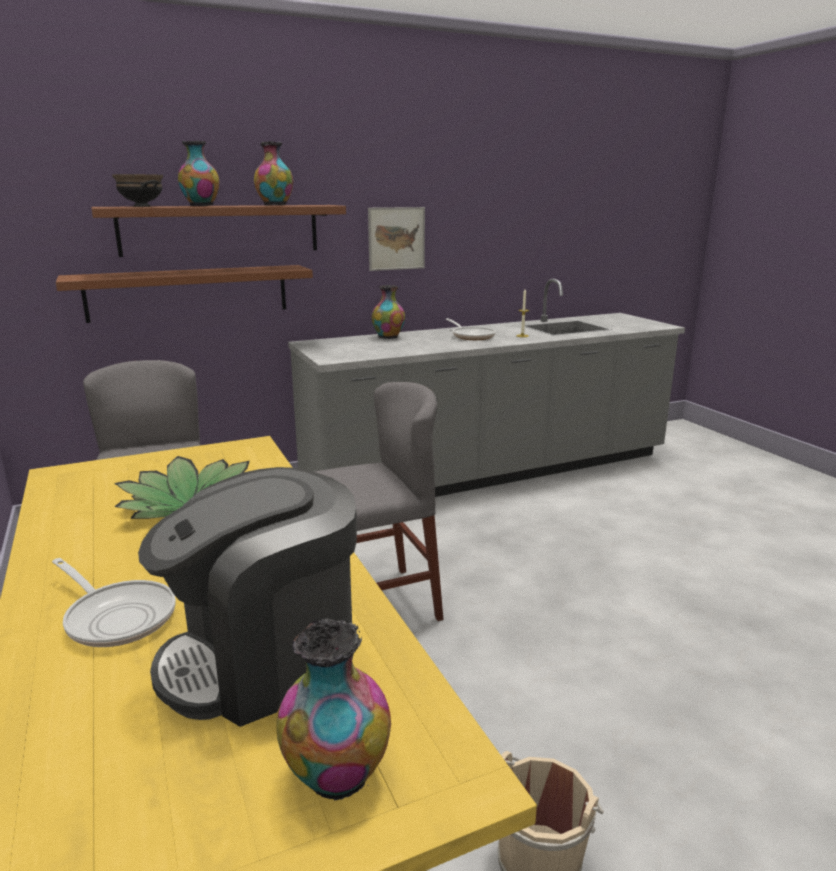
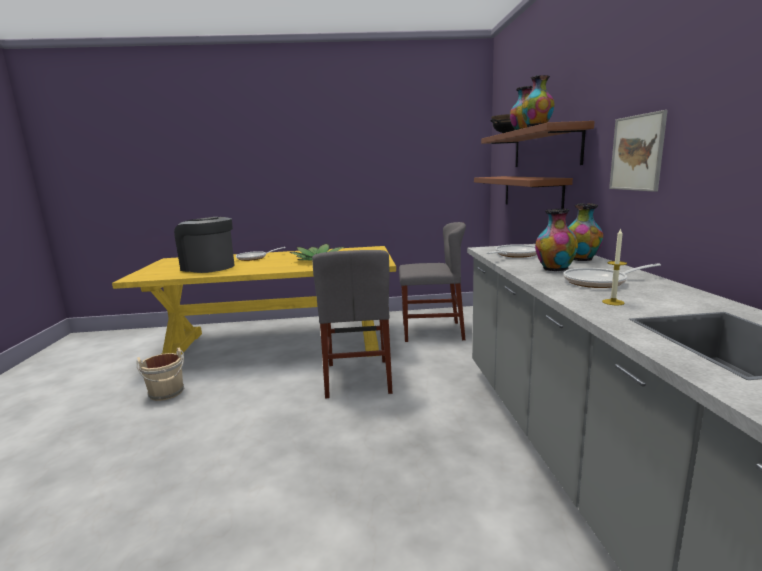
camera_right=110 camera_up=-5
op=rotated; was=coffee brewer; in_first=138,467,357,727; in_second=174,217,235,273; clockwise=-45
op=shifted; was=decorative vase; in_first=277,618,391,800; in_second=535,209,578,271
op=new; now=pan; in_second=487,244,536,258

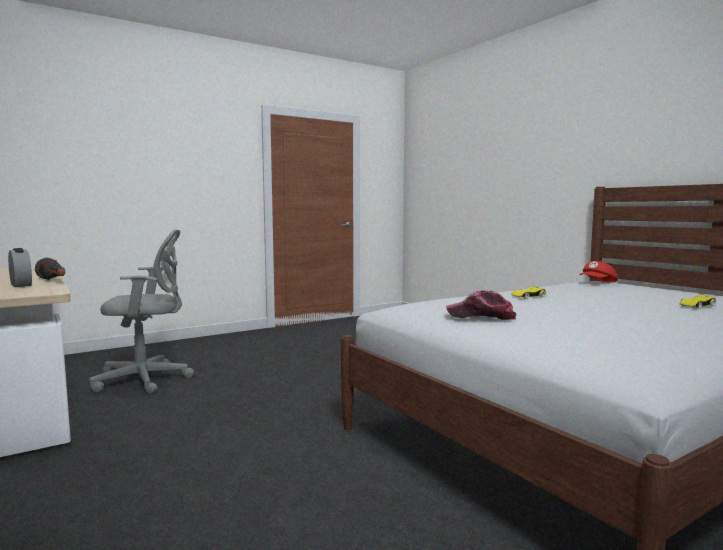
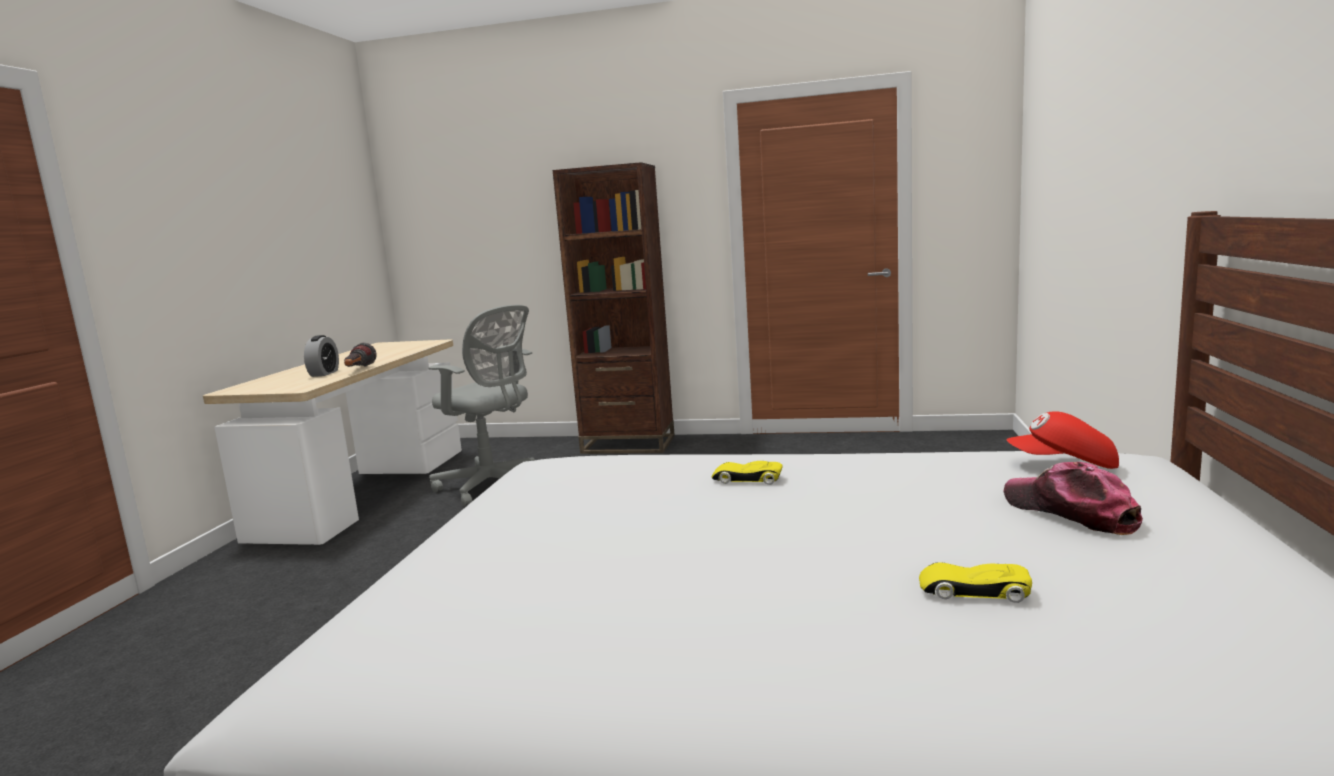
camera_right=45 camera_up=5
op=shifted; was=baseball cap; in_first=446,290,516,320; in_second=1004,462,1143,535
op=new; now=brownish bookcase; in_second=553,162,675,454

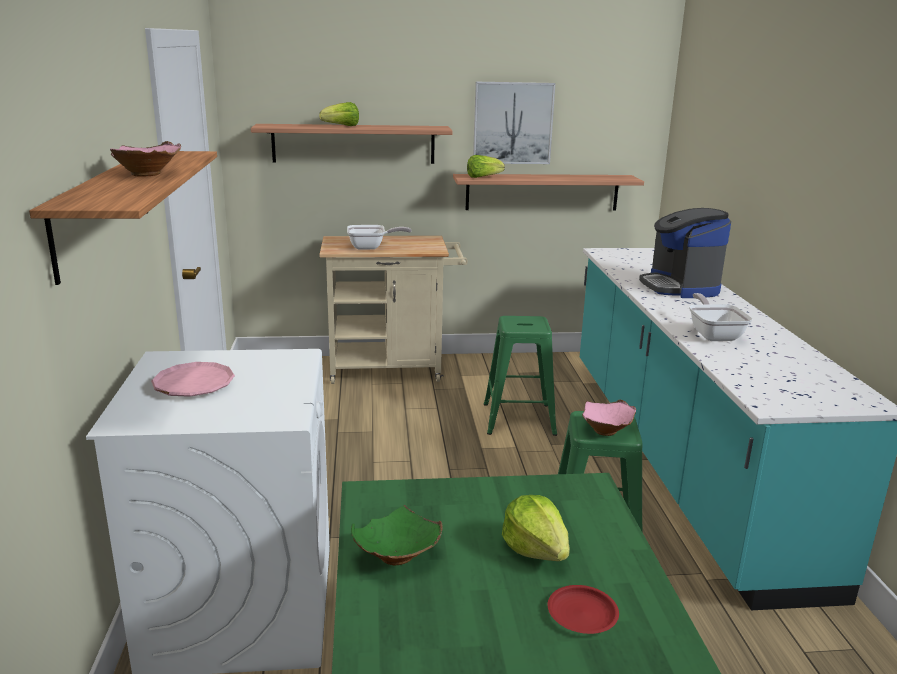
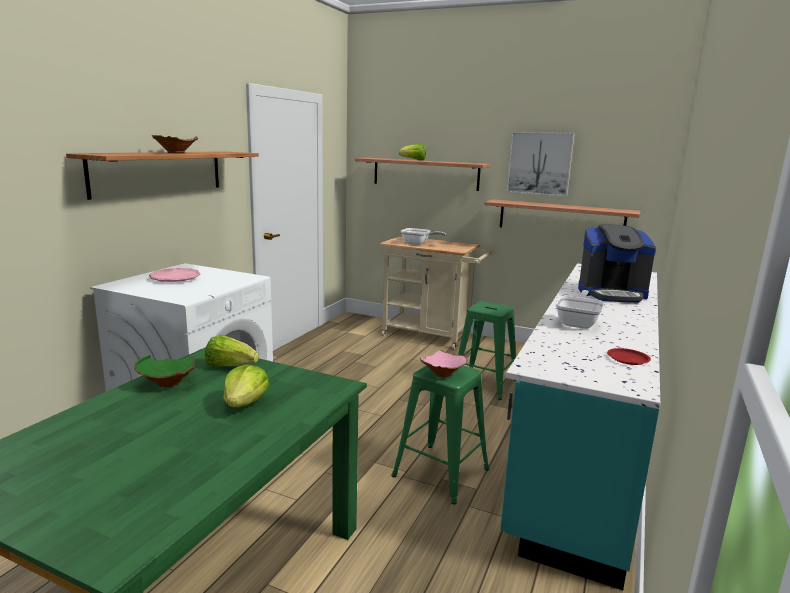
camera_right=30 camera_up=-5
op=shifted; was=lettuce head; in_first=467,155,505,178; in_second=205,335,259,367
op=rotated; was=coffee brewer; in_first=639,208,731,298; in_second=578,224,656,303; clockwise=-105
op=shifted; was=red flat dish; in_first=548,585,619,634; in_second=607,348,651,365

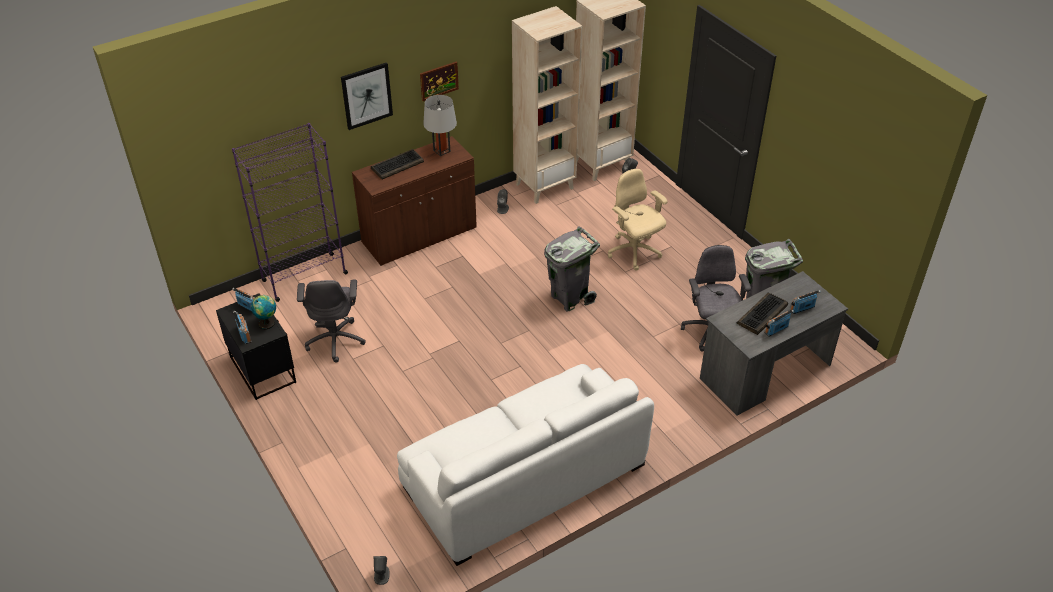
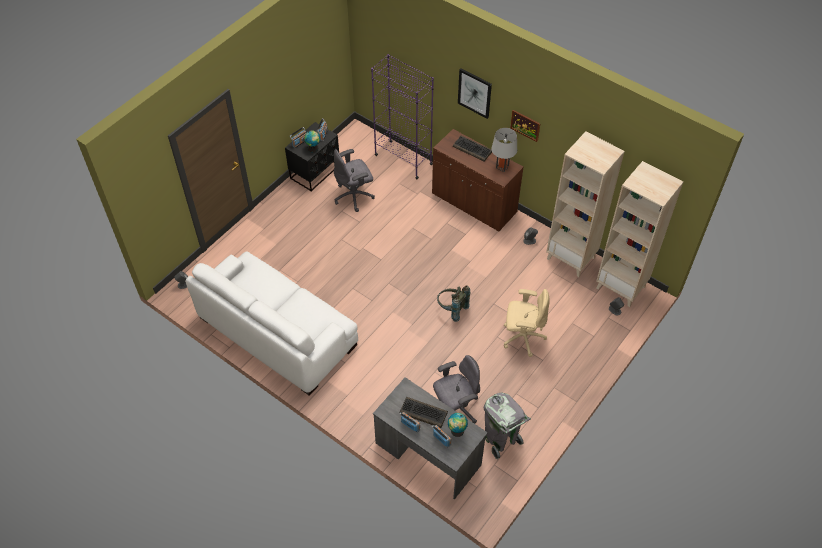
camera_right=70 camera_up=10
op=rotated; was=sand-coloured computer chair; in_first=608,169,668,271; in_second=504,289,549,357; clockwise=60
op=swapped; was=greyish waste bin; now=greyish knapsack; in_first=544,226,600,312; in_second=437,285,470,322
op=new; now=globe; in_second=448,413,468,437

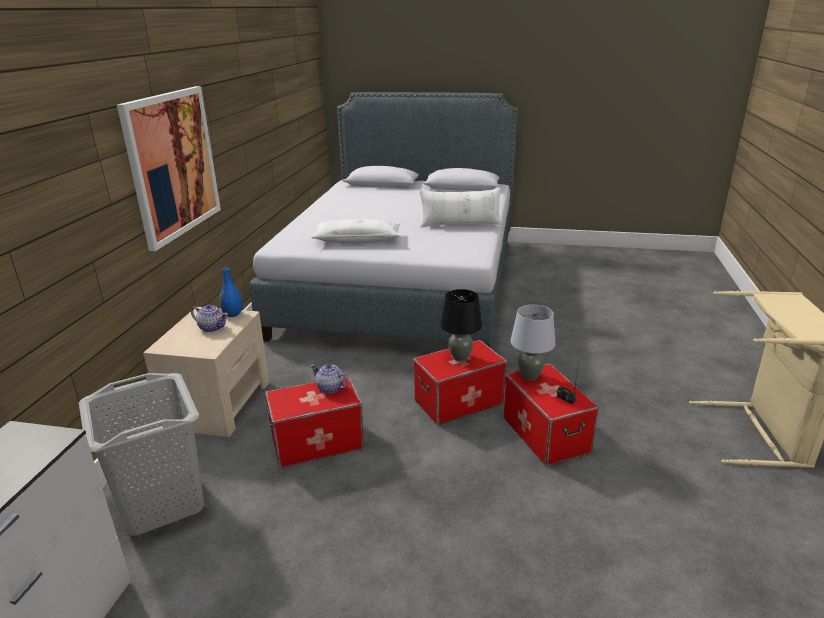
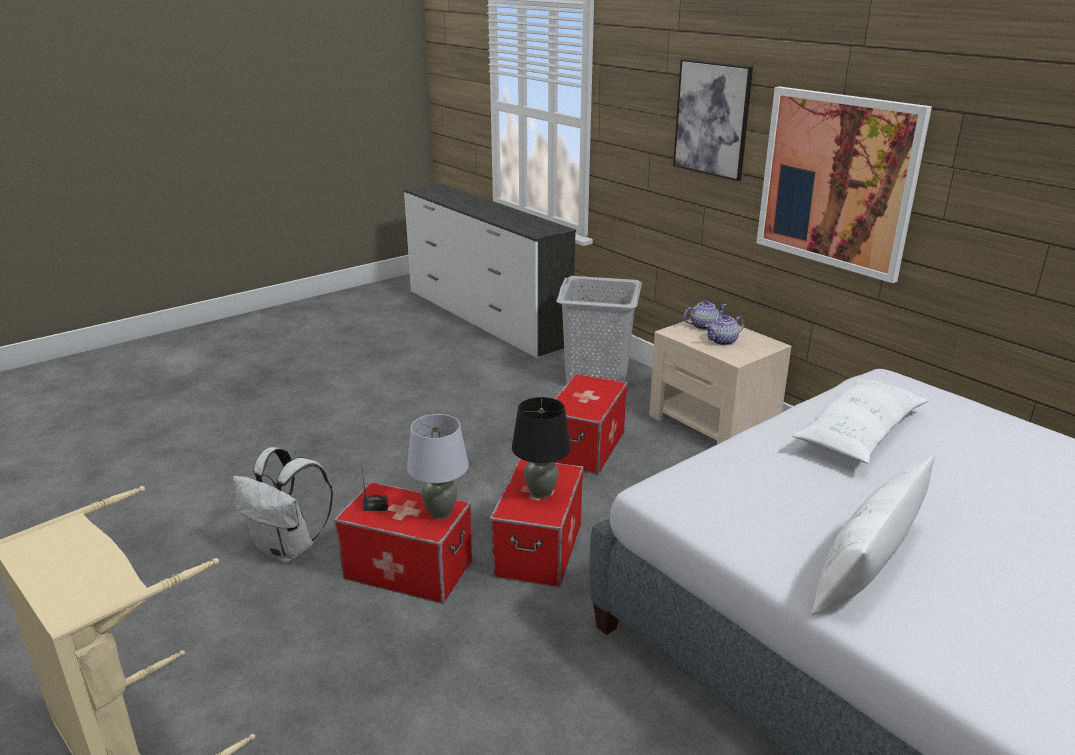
camera_right=130 camera_up=0
op=gone; was=blue decorative vase; in_first=219,268,243,317
op=shifted; was=tea pot; in_first=310,364,349,394; in_second=683,300,727,330
op=new; now=picture; in_second=673,59,753,181
op=new; now=whitish knapsack; in_second=233,447,333,563

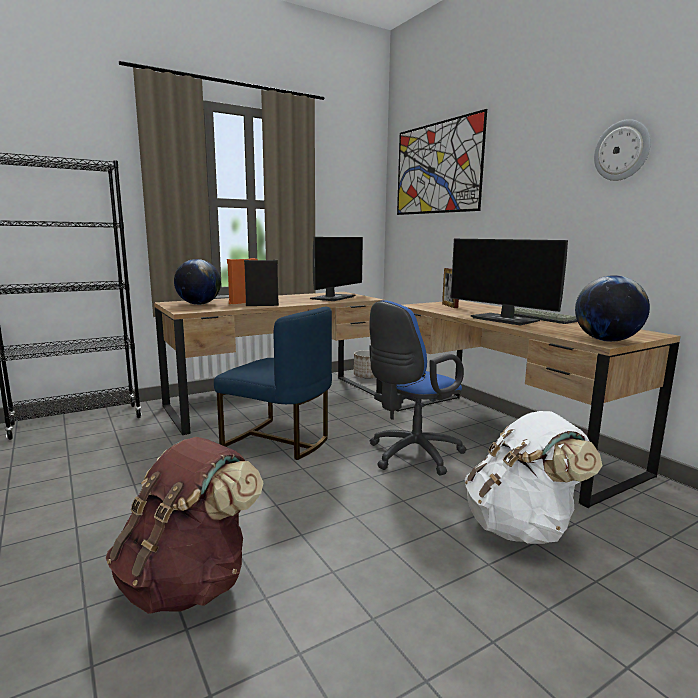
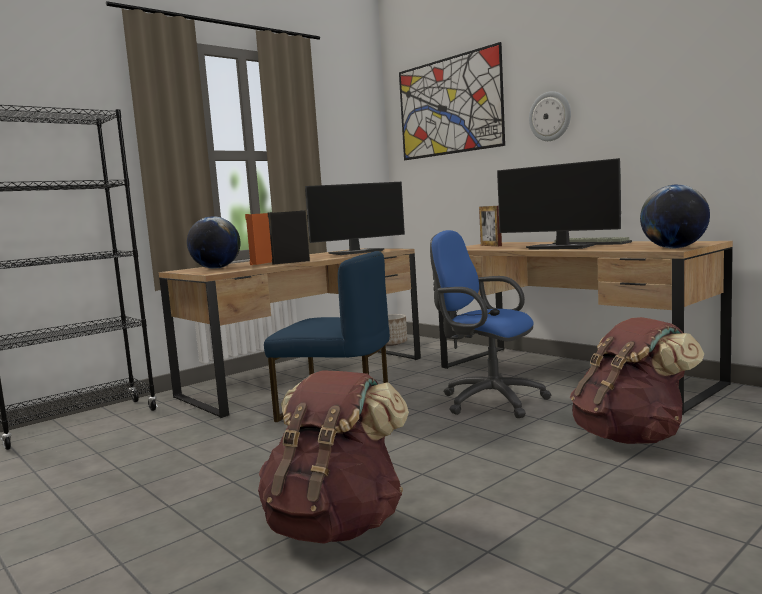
camera_right=-10 camera_up=-5
op=shifted; was=clock on the wall; in_first=594,119,651,181; in_second=529,91,571,141
op=rotated; was=computer screen; in_first=310,237,363,301; in_second=305,182,405,255; clockwise=45
op=rotated; was=blue computer chair; in_first=369,300,467,475; in_second=430,230,551,418; clockwise=90
op=repainted; was=whitish knapsack; now=brownish knapsack; in_first=465,411,602,544; in_second=570,317,704,444

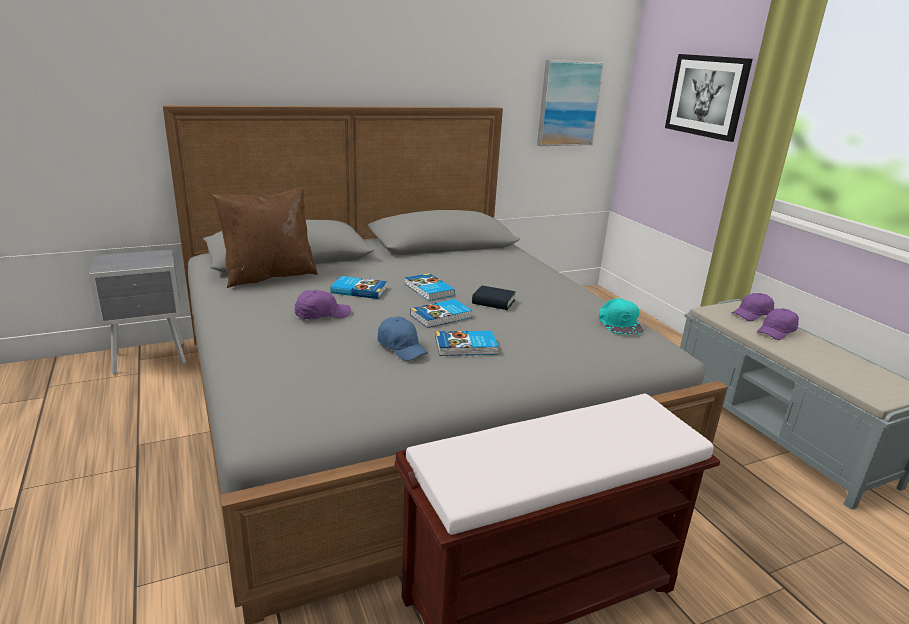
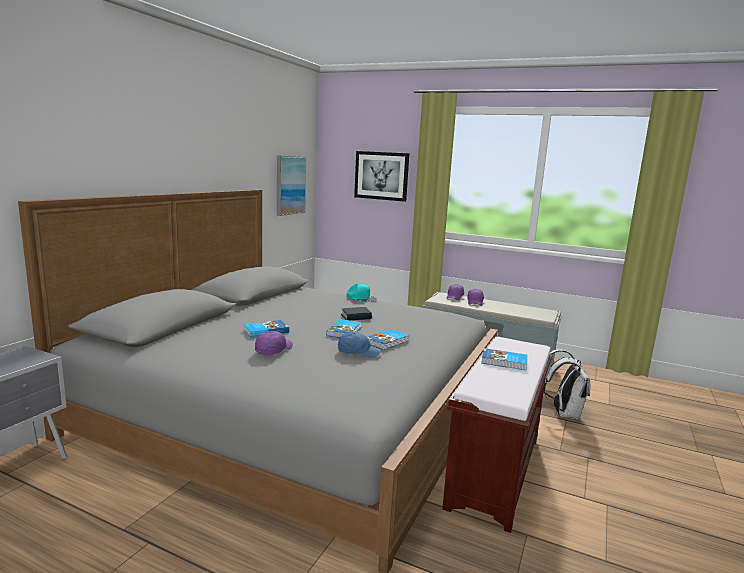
camera_right=-40 camera_up=-10
op=gone; was=brownish cushion; in_first=213,188,318,288
op=shifted; was=book; in_first=405,273,455,301; in_second=481,348,527,370
op=shifted; was=blue-green baseball cap; in_first=599,298,643,335; in_second=347,283,377,302
op=new; now=whitish knapsack; in_second=544,349,591,420

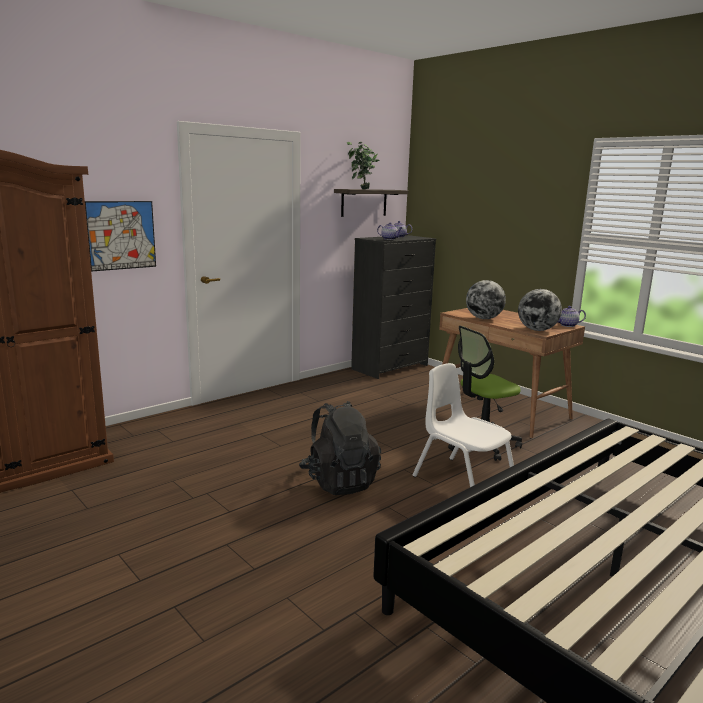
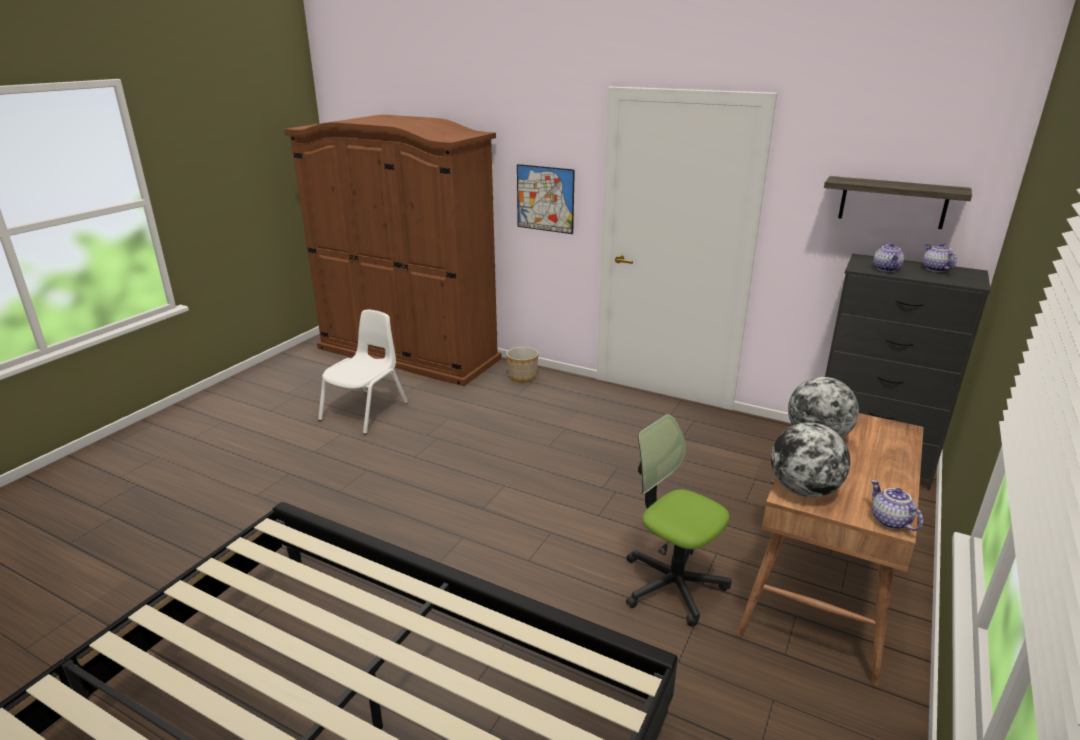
camera_right=70 camera_up=10
op=gone; was=plant in a pot; in_first=347,142,380,189
op=shifted; was=whitish chair; in_first=412,363,514,487; in_second=318,310,408,434
op=gone; was=blackish knapsack; in_first=299,401,381,495
op=new; now=flower pot; in_second=506,347,539,382

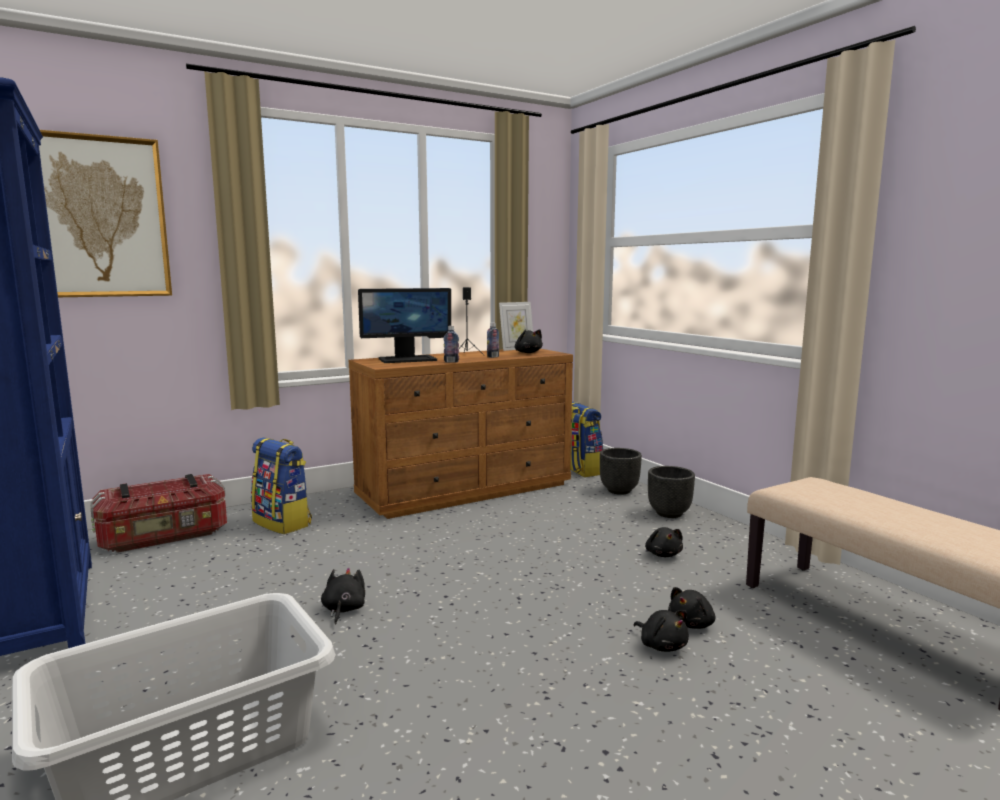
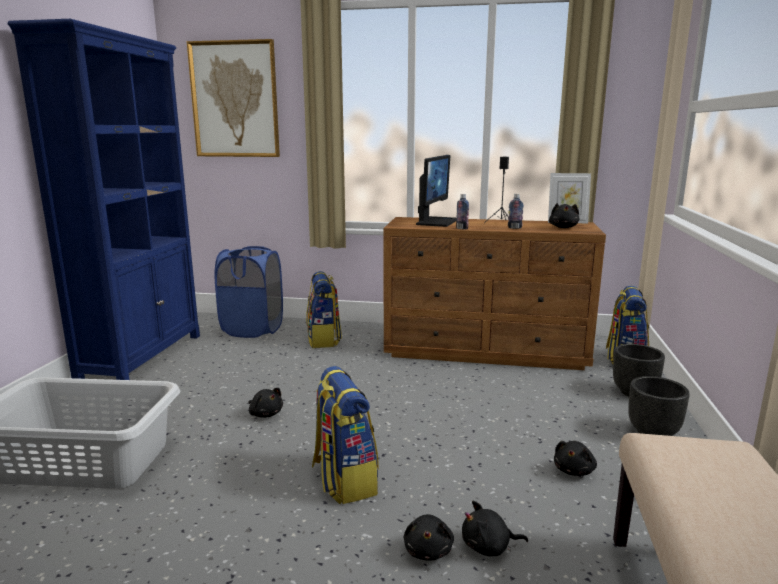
camera_right=40 camera_up=5
op=rotated; was=computer screen; in_first=358,288,451,363; in_second=416,155,456,227; clockwise=-90
op=swapped; was=storage container; now=blue laundry basket; in_first=90,474,227,553; in_second=214,246,283,338
op=rotated; was=blackish cuddly toy; in_first=321,567,365,625; in_second=249,388,283,418; clockwise=90
op=new; now=knapsack; in_second=312,366,379,504

